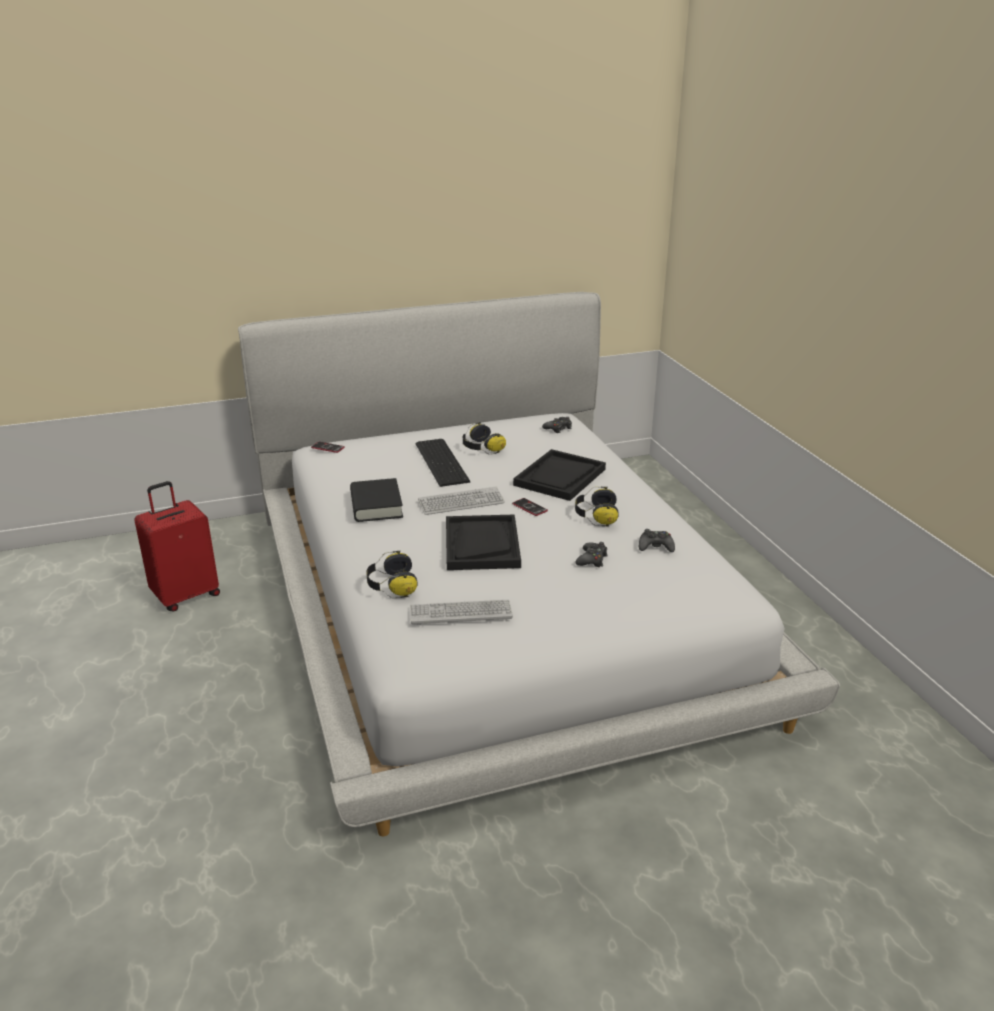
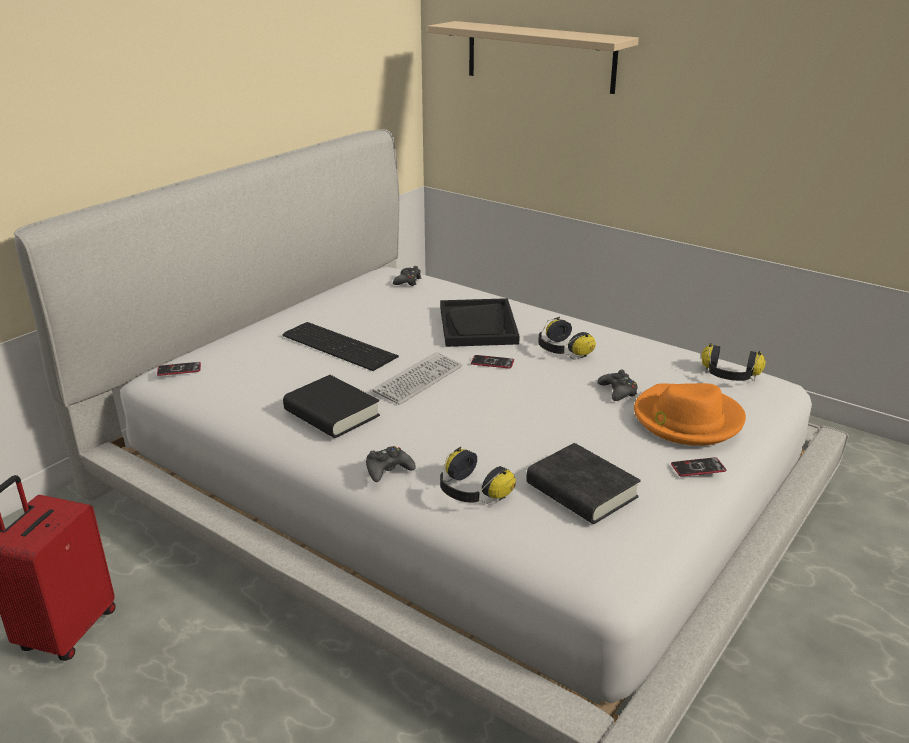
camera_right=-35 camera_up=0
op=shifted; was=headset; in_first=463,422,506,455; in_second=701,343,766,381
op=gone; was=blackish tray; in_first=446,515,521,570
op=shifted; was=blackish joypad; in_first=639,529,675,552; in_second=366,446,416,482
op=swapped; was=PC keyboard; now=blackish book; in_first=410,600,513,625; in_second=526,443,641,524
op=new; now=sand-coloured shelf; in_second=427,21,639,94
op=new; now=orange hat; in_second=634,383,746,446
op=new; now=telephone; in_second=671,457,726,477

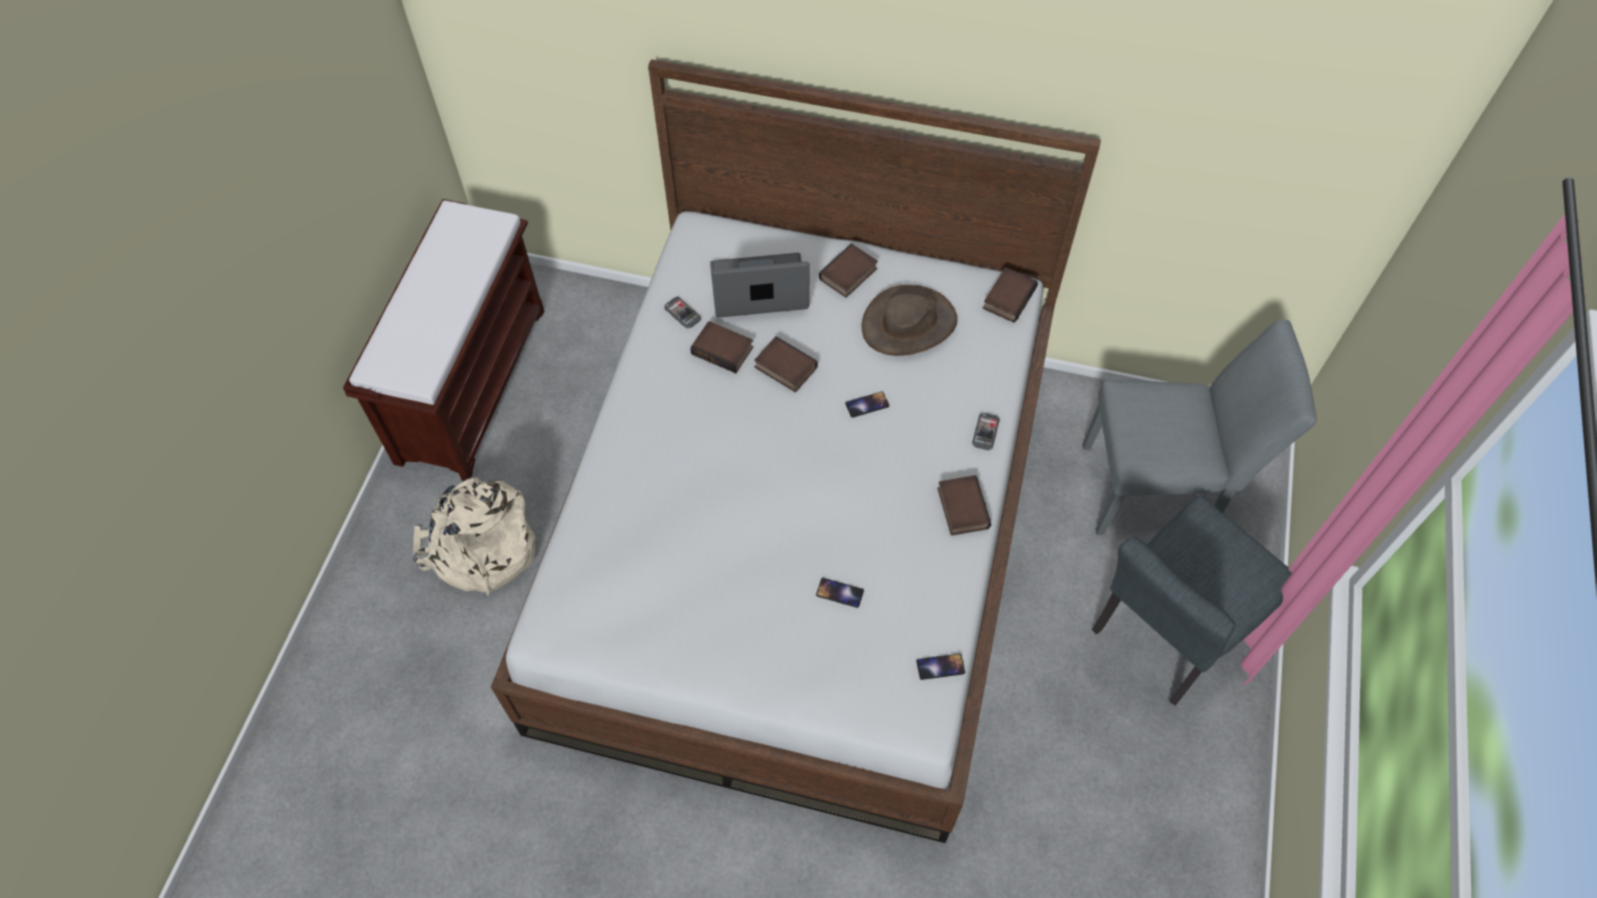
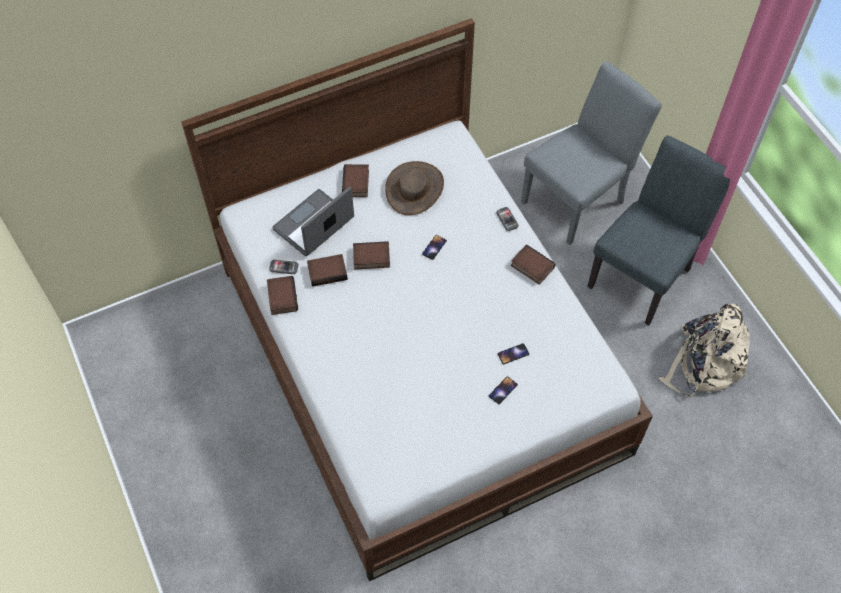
camera_right=-40 camera_up=0
op=gone; was=brownish bench; in_first=343,199,544,481
op=shifted; was=book; in_first=983,267,1038,323; in_second=267,276,298,315
op=shifted; was=sand-coloured knapsack; in_first=413,477,536,596; in_second=659,303,750,397
op=rotated; was=greyish chair; in_first=1092,496,1292,706; in_second=587,135,730,326; clockwise=-150
op=shifted; was=telephone; in_first=916,654,965,680; in_second=489,376,518,404

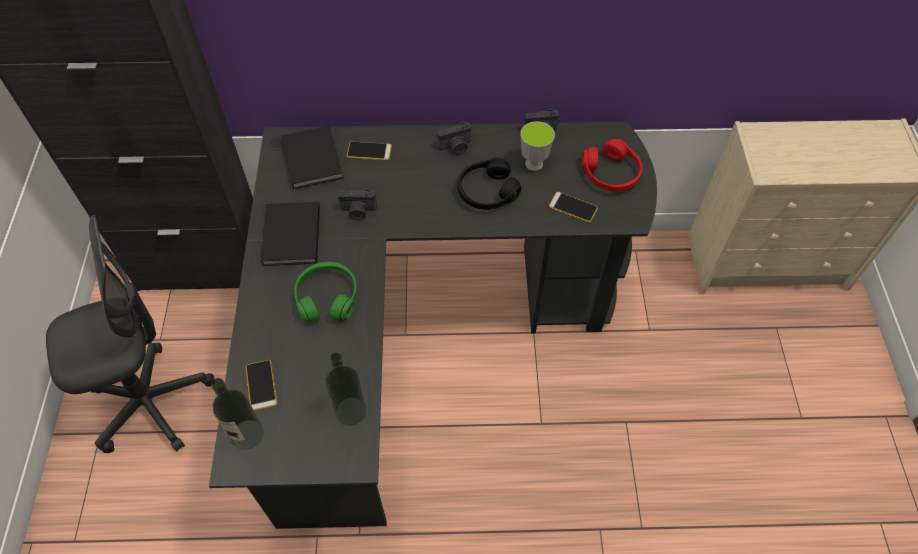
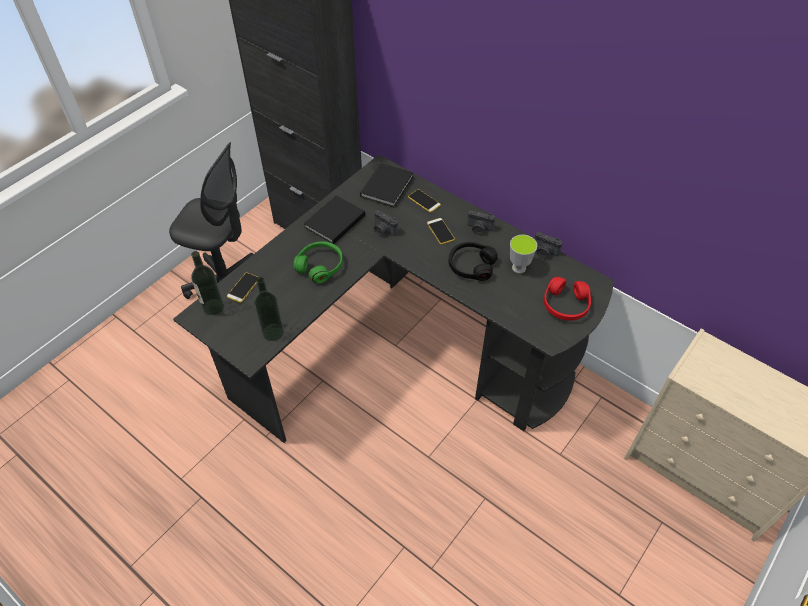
camera_right=40 camera_up=-5
op=shifted; was=telephone; in_first=549,192,598,223; in_second=427,218,455,244

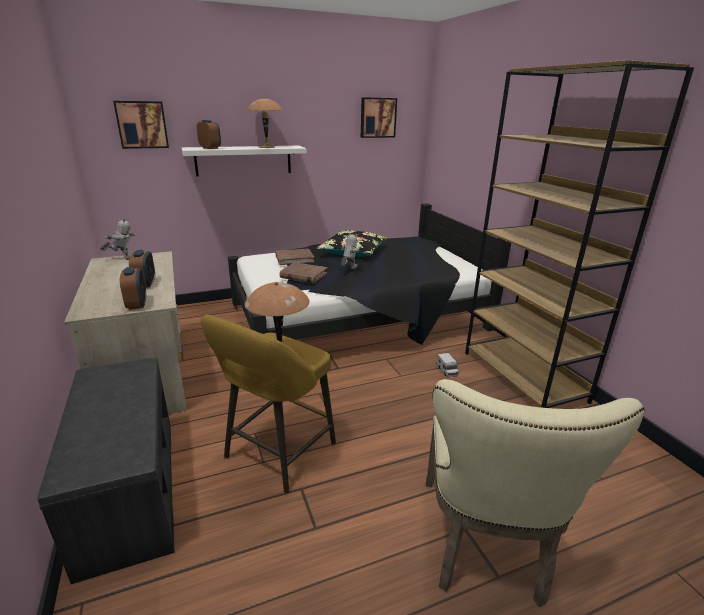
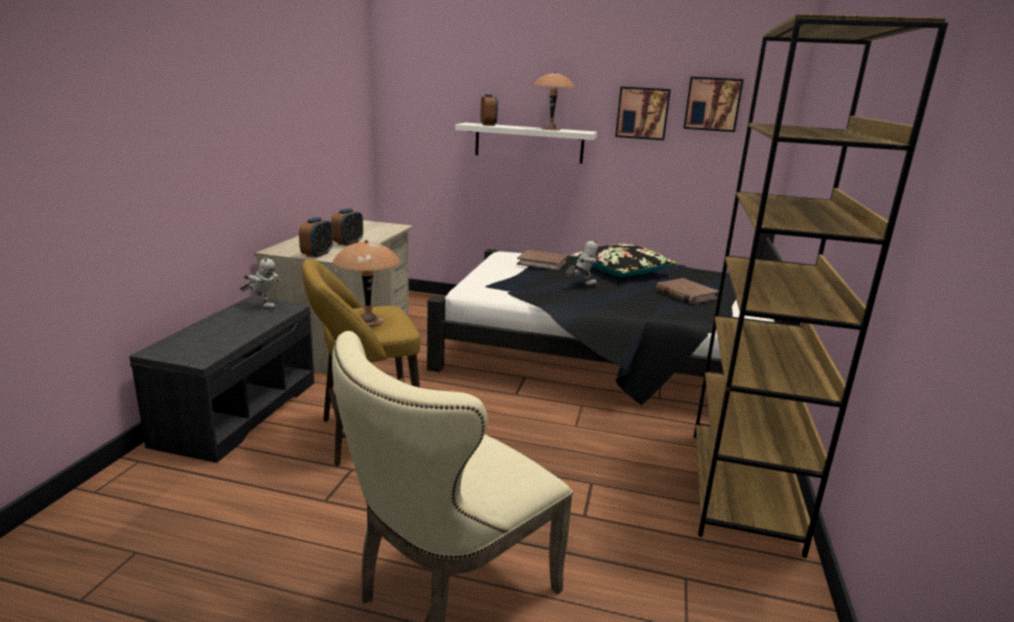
camera_right=35 camera_up=-5
op=shifted; was=picture; in_first=113,101,169,149; in_second=615,87,671,140
op=shifted; was=robot figure; in_first=100,218,136,260; in_second=240,255,280,309
op=shifted; was=brownish book; in_first=279,262,327,284; in_second=656,278,719,304
op=gone; was=toy lorry; in_first=437,353,459,377

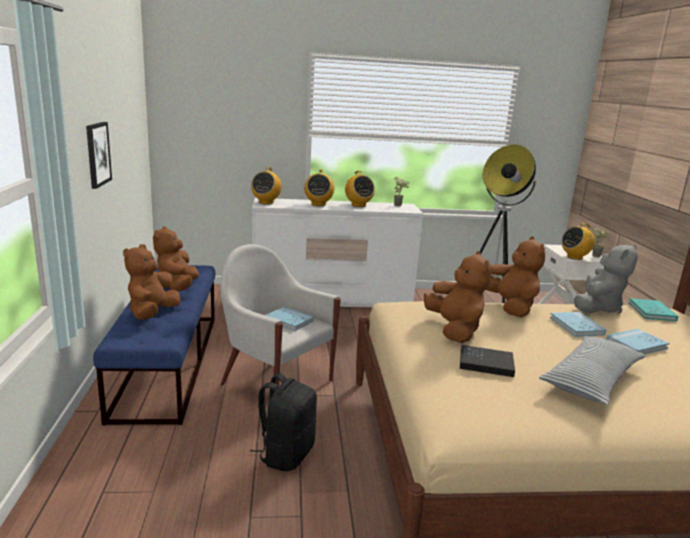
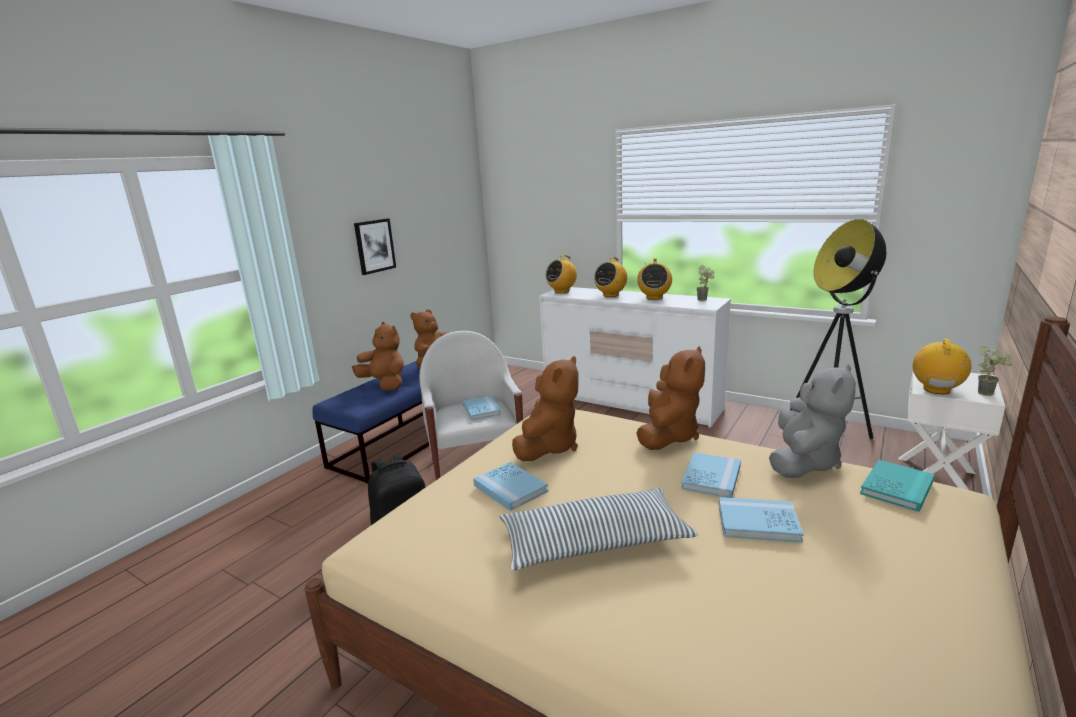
camera_right=40 camera_up=0
op=rotated; was=radio; in_first=562,223,595,260; in_second=913,338,971,394; clockwise=105
op=rotated; was=brownish cuddly toy; in_first=123,244,180,320; in_second=352,322,404,390; clockwise=75
op=rotated; was=greyish cuddly toy; in_first=574,244,638,314; in_second=769,364,856,478; clockwise=-45
op=repainted; was=blackish book; now=blue book; in_first=460,345,515,377; in_second=473,462,548,511

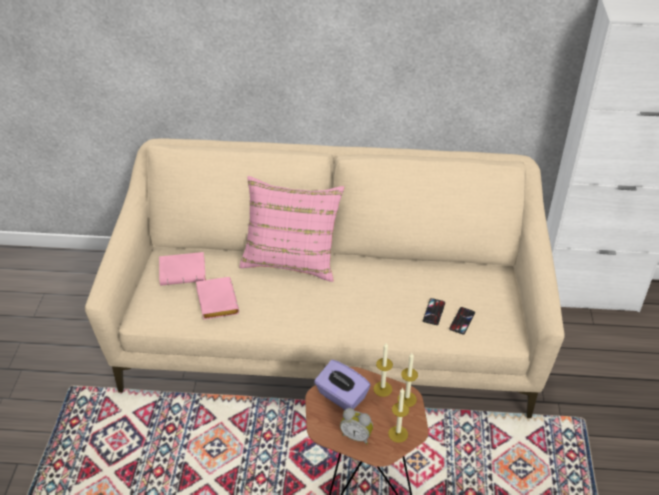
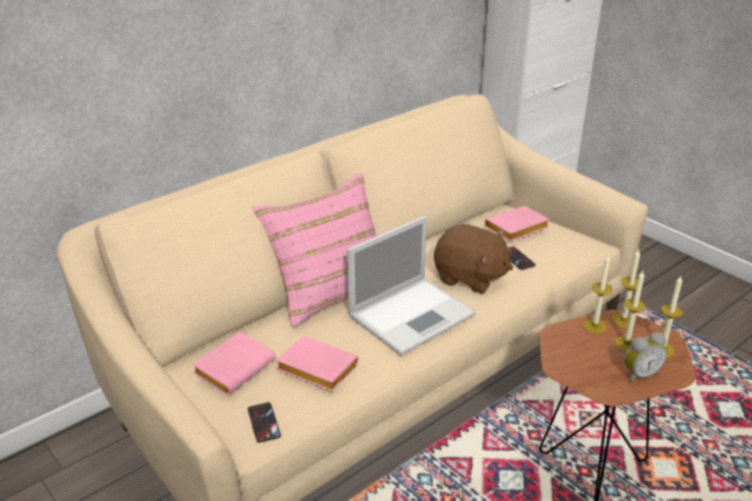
camera_right=-45 camera_up=-10
op=shifted; was=telephone; in_first=449,307,475,335; in_second=248,402,281,443
op=gone; was=purple tissue holder; in_first=314,360,371,410
op=new; now=pink-coloured book; in_second=485,206,550,241
op=new; now=portable computer; in_second=347,216,476,356
op=new; now=brownish cuddly toy; in_second=434,224,513,294
op=new; now=candle; in_second=615,271,646,351

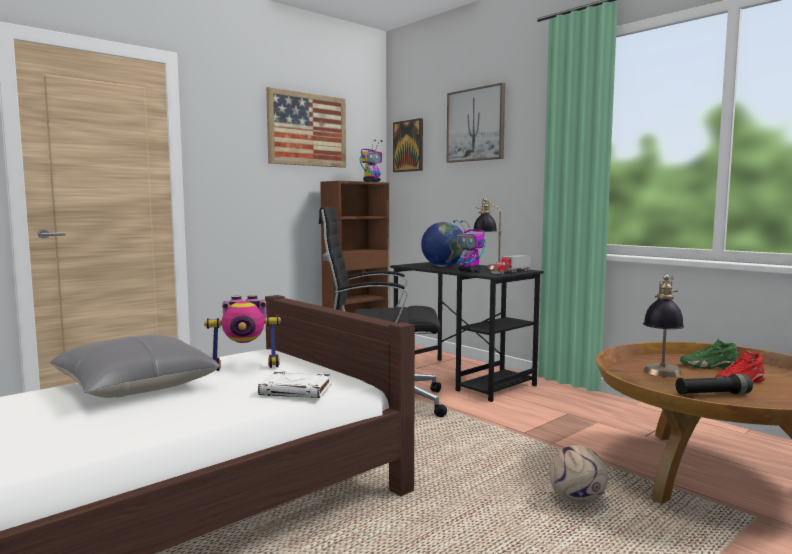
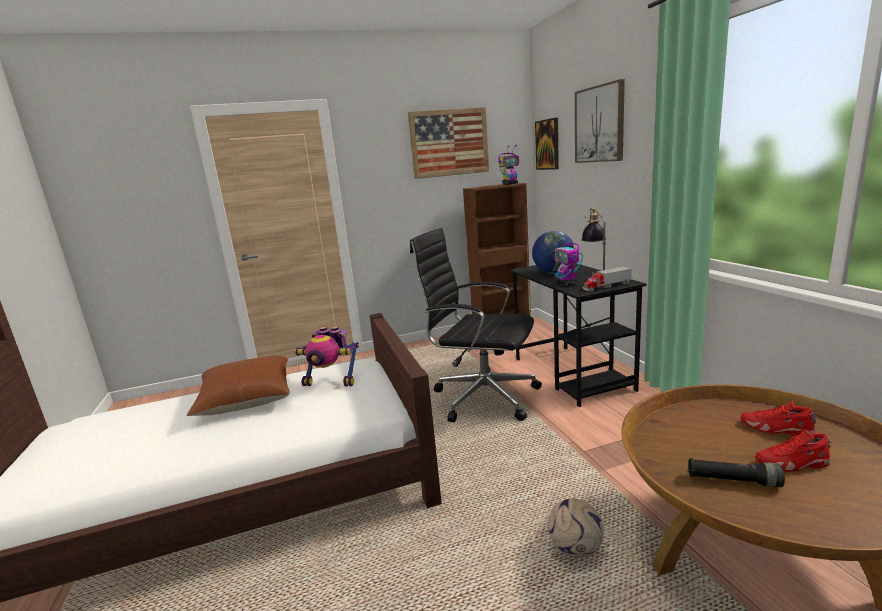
camera_right=25 camera_up=10
op=gone; was=lamp for a table; in_first=643,275,684,377
op=repainted; was=greyish cushion; now=brownish cushion; in_first=50,335,220,398; in_second=186,356,290,416
op=repainted; was=green-coloured shoe; now=red shoe; in_first=680,339,739,369; in_second=741,401,816,436
op=gone; was=whitish book; in_first=258,372,332,398

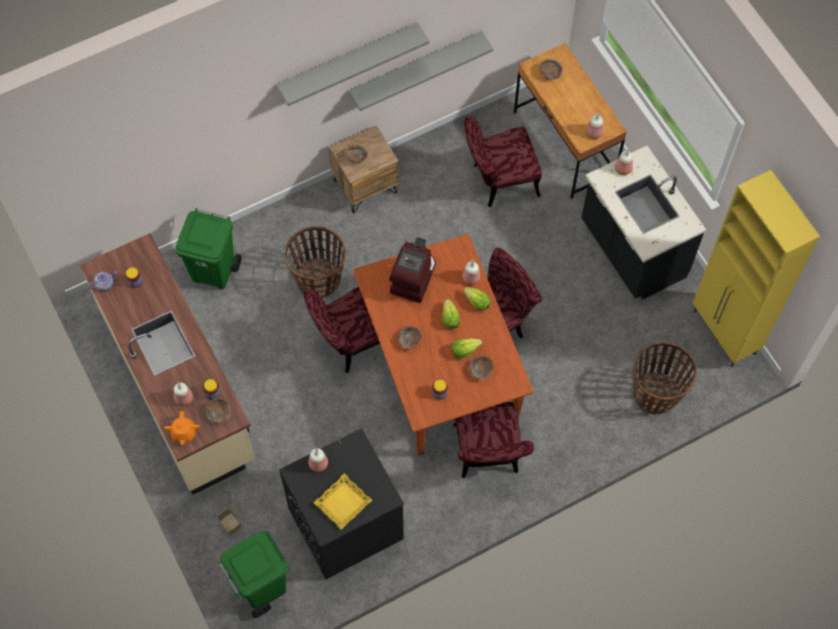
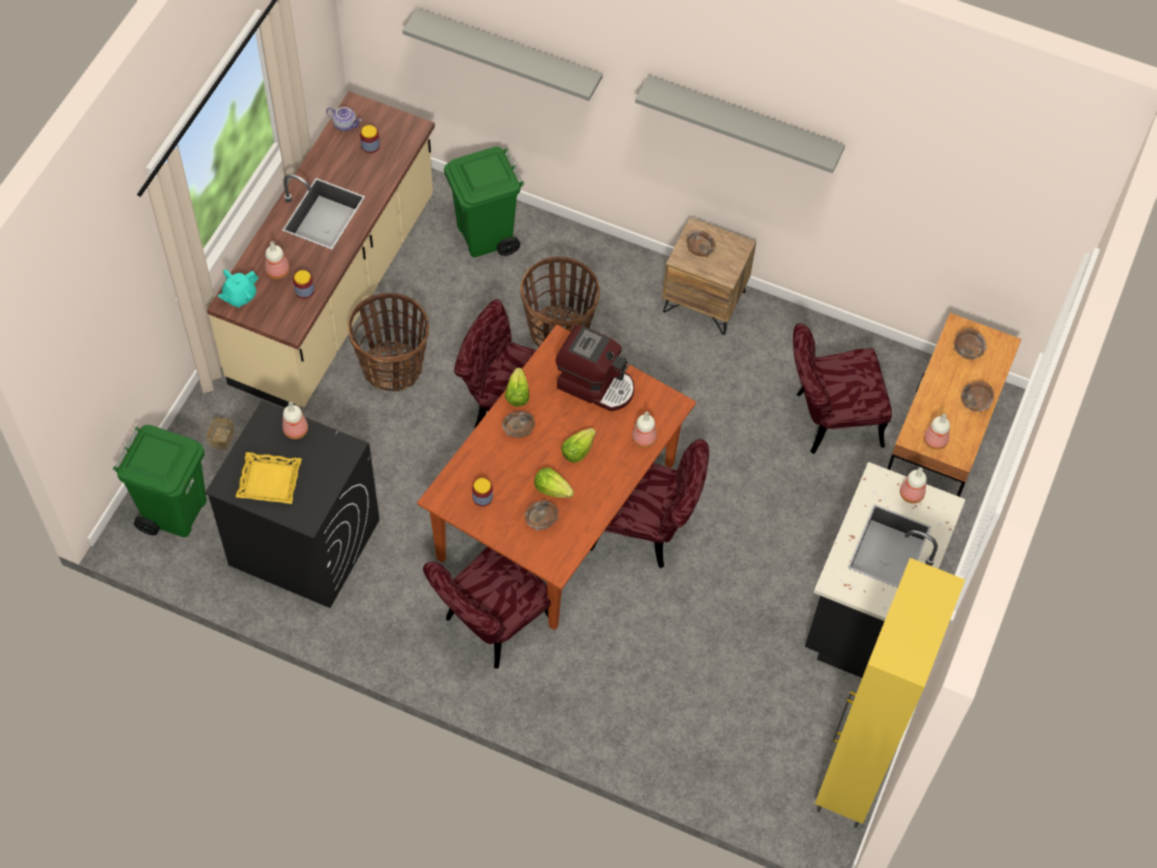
camera_right=50 camera_up=-5
op=shifted; was=greyish shelf; in_first=349,31,493,111; in_second=402,8,603,101
op=rotated; was=red chair; in_first=464,116,542,207; in_second=793,323,892,454; clockwise=-45
op=rotated; was=coffee brewer; in_first=389,237,436,303; in_second=555,325,635,411; clockwise=45
op=shifted; was=lettuce head; in_first=463,287,491,311; in_second=505,368,529,406
op=shifted; was=basket; in_first=633,342,697,414; in_second=348,293,429,392
op=shifted; was=brownish deep dish; in_first=206,398,231,424; in_second=961,381,994,412
op=repainted; was=orange tea pot; now=blue-green tea pot; in_first=164,411,199,445; in_second=218,269,258,307

